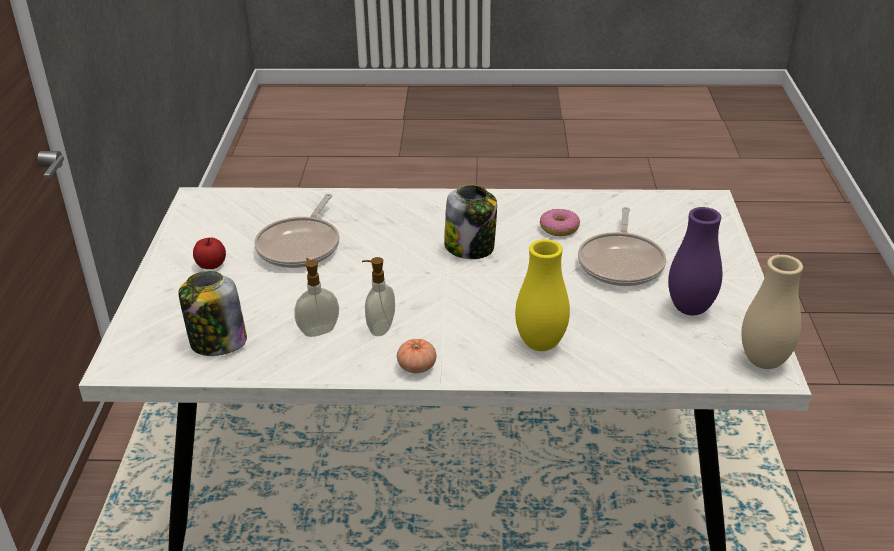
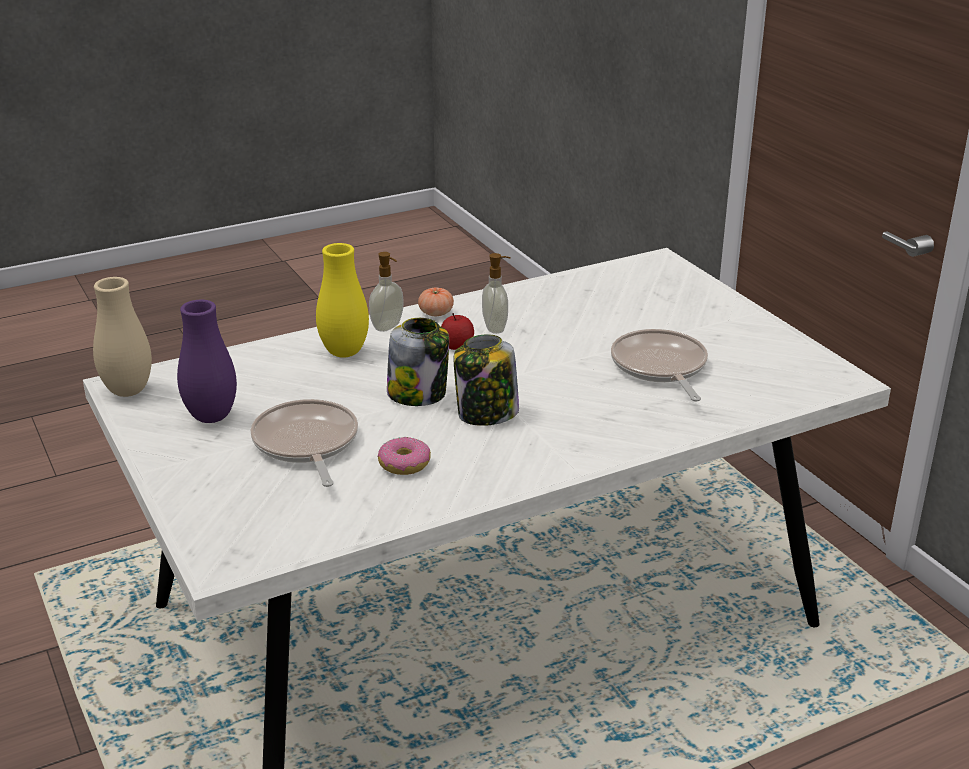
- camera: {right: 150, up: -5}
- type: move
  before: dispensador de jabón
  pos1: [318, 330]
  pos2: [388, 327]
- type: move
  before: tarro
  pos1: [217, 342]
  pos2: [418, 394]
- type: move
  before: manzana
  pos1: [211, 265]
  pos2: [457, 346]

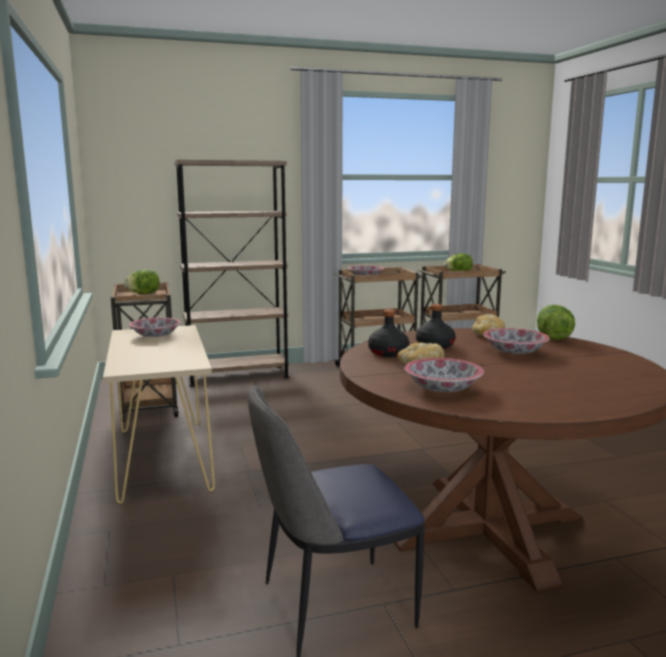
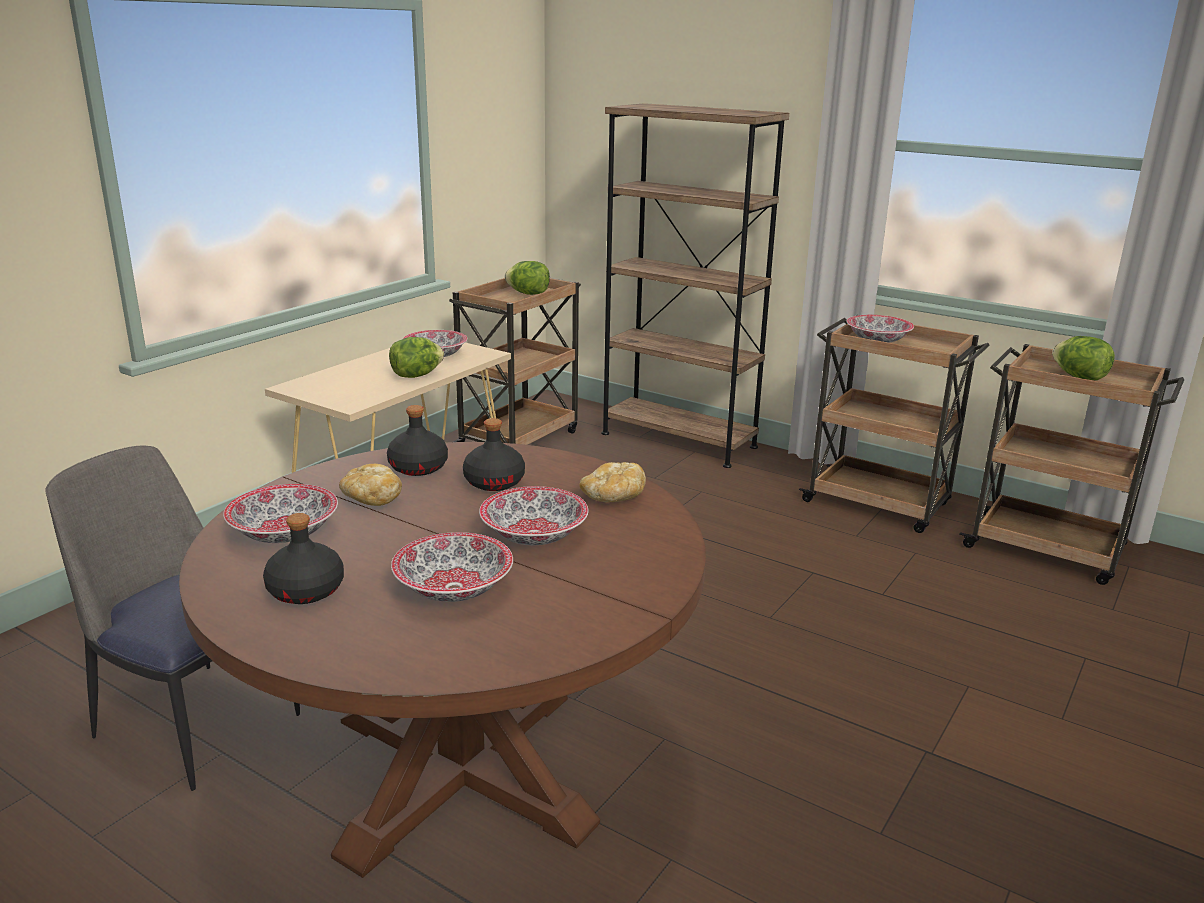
- camera: {right: 50, up: 10}
- type: insert
  after: botella (negro)
  pos2: [305, 591]
- type: move
  before: lechuga
  pos1: [553, 338]
  pos2: [416, 375]
- type: insert
  after: cuenco
  pos2: [455, 589]

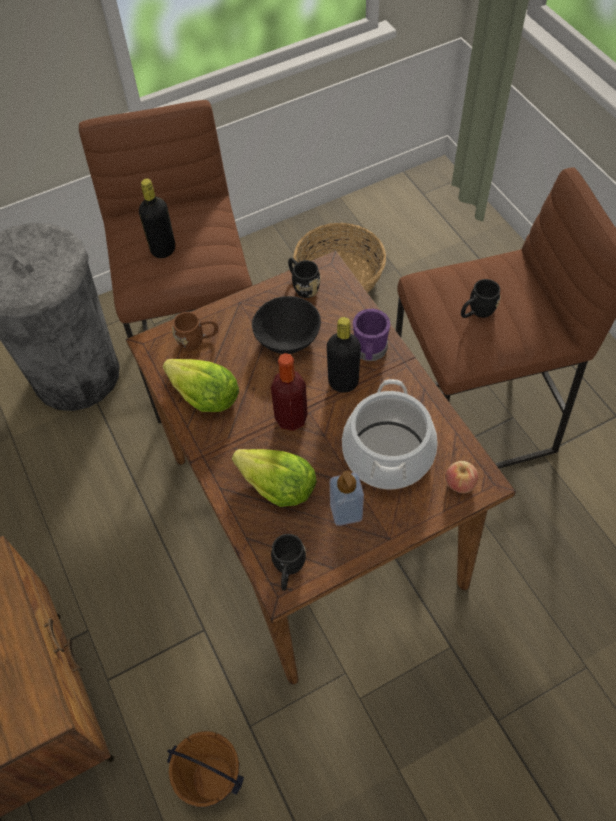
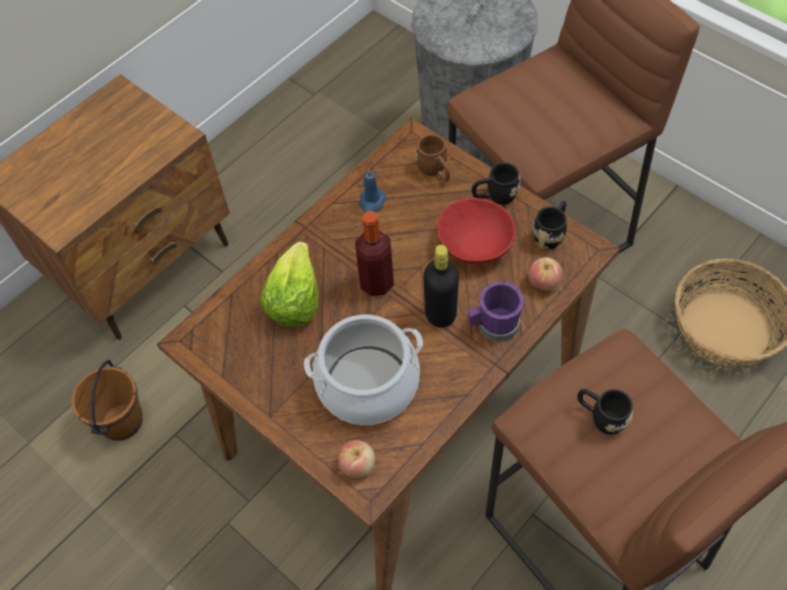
- camera: {right: 70, up: 0}
- type: replace
  before: lechuga
  after: vela (azul)
  pos1: [204, 396]
  pos2: [371, 202]
- type: recolor
  before: cuenco (negro)
  after: cuenco (rojo)
  pos1: [286, 337]
  pos2: [475, 244]
- type: move
  before: taza grande (negro)
  pos1: [288, 570]
  pos2: [495, 197]
- type: insert
  after: manzana
  pos2: [543, 282]
- type: delete
  before: botella (negro)
  pos1: [163, 249]
- type: delete
  before: dispensador de jabón
  pos1: [346, 511]

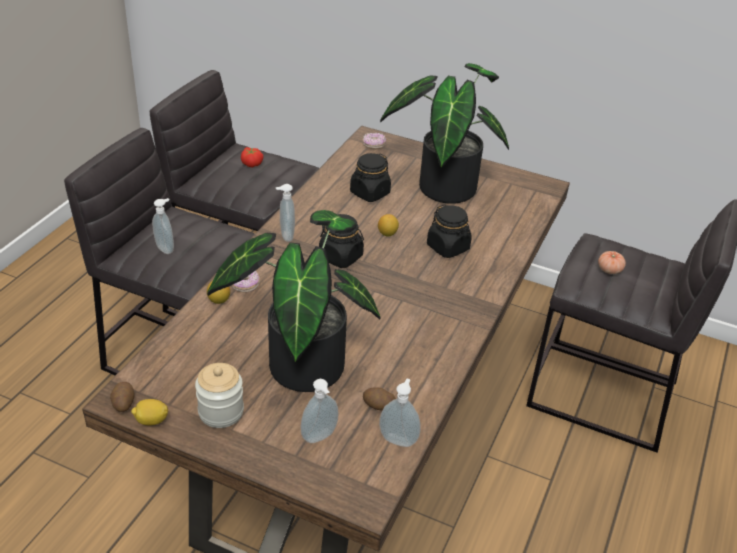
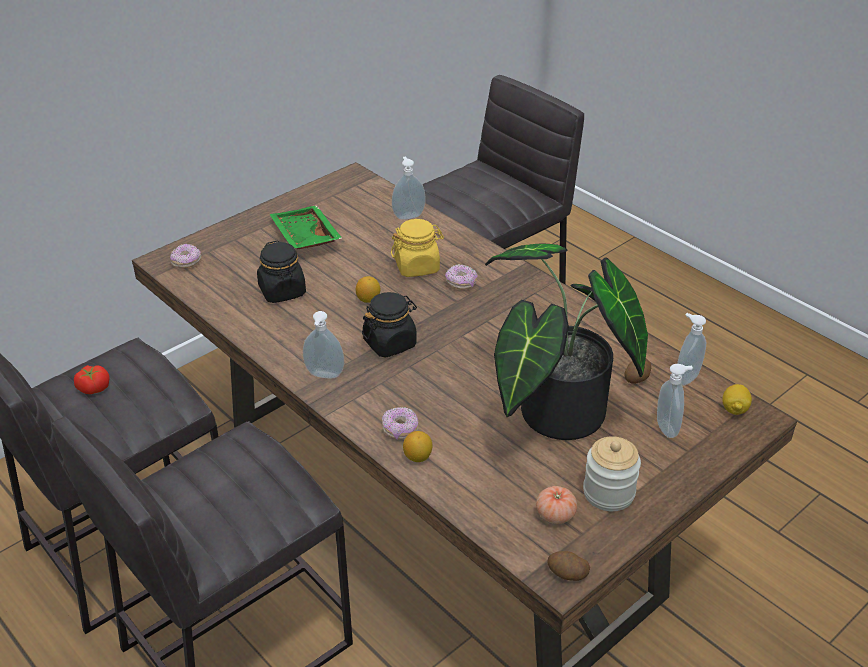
- camera: {right: -65, up: 0}
- type: replace
  before: planta en maceta
  after: bandeja (verde)
  pos1: [443, 185]
  pos2: [304, 237]
- type: recolor
  before: tarro (negro)
  after: tarro (amarillo)
  pos1: [448, 247]
  pos2: [417, 266]
- type: move
  before: dispensador de jabón
  pos1: [166, 248]
  pos2: [408, 215]
- type: insert
  after: rosquilla
  pos2: [461, 283]
- type: move
  before: tomate
  pos1: [609, 270]
  pos2: [555, 514]
- type: move
  before: limón
  pos1: [151, 421]
  pos2: [734, 409]

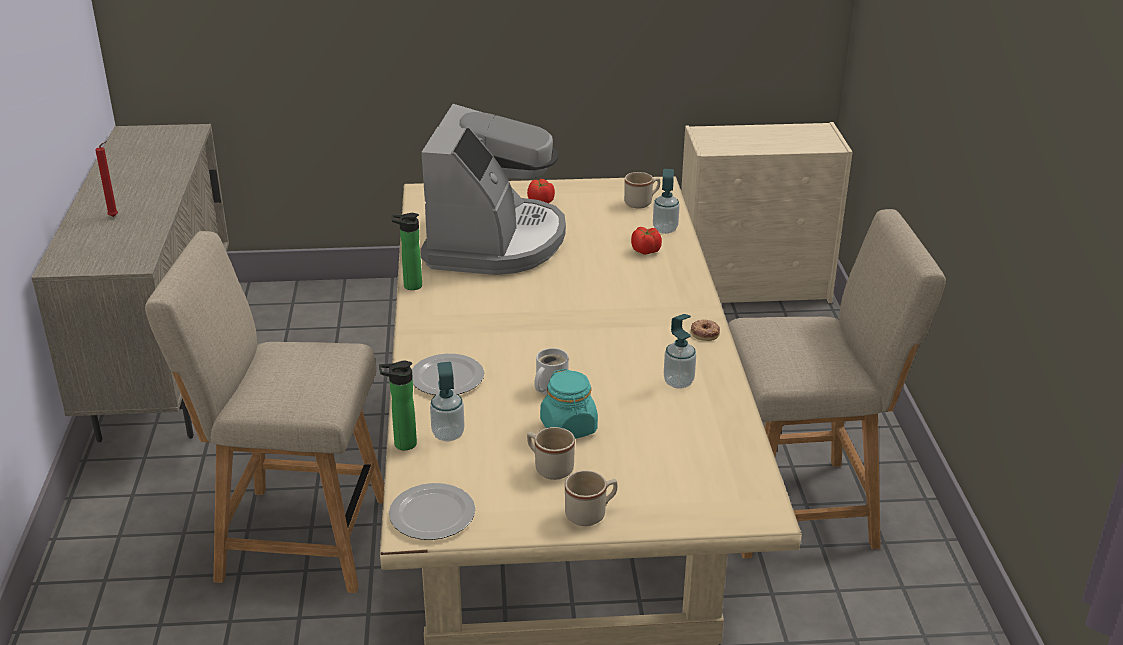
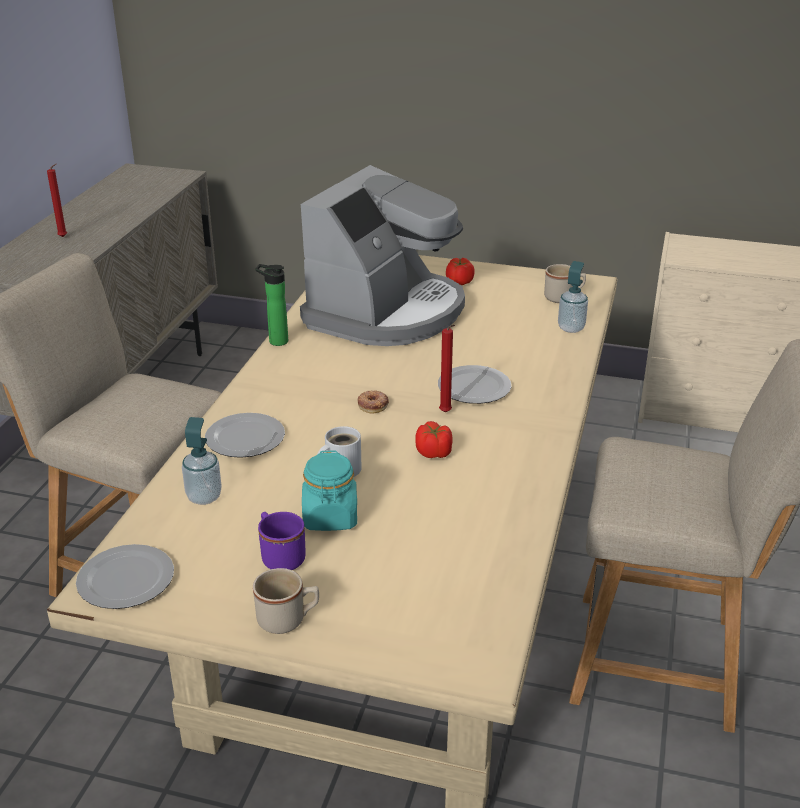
- camera: {right: 20, up: 0}
- type: recolor
  before: taza grande (beis)
  after: taza grande (morado)
  pos1: [549, 467]
  pos2: [280, 556]
- type: move
  before: rosquilla
  pos1: [705, 333]
  pos2: [373, 405]
- type: move
  before: tomate
  pos1: [646, 251]
  pos2: [434, 453]
- type: insert
  after: plato
  pos2: [472, 387]
- type: insert
  after: vela (rojo)
  pos2: [446, 413]
- type: delete
  before: botella
  pos1: [401, 444]
- type: delete
  before: dispensador de jabón
  pos1: [678, 382]

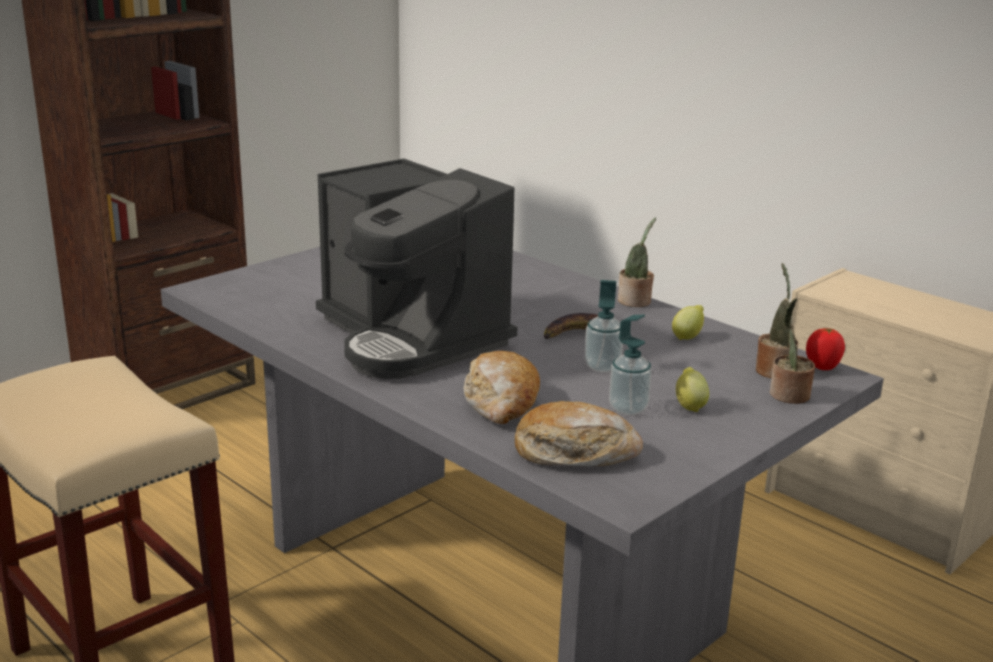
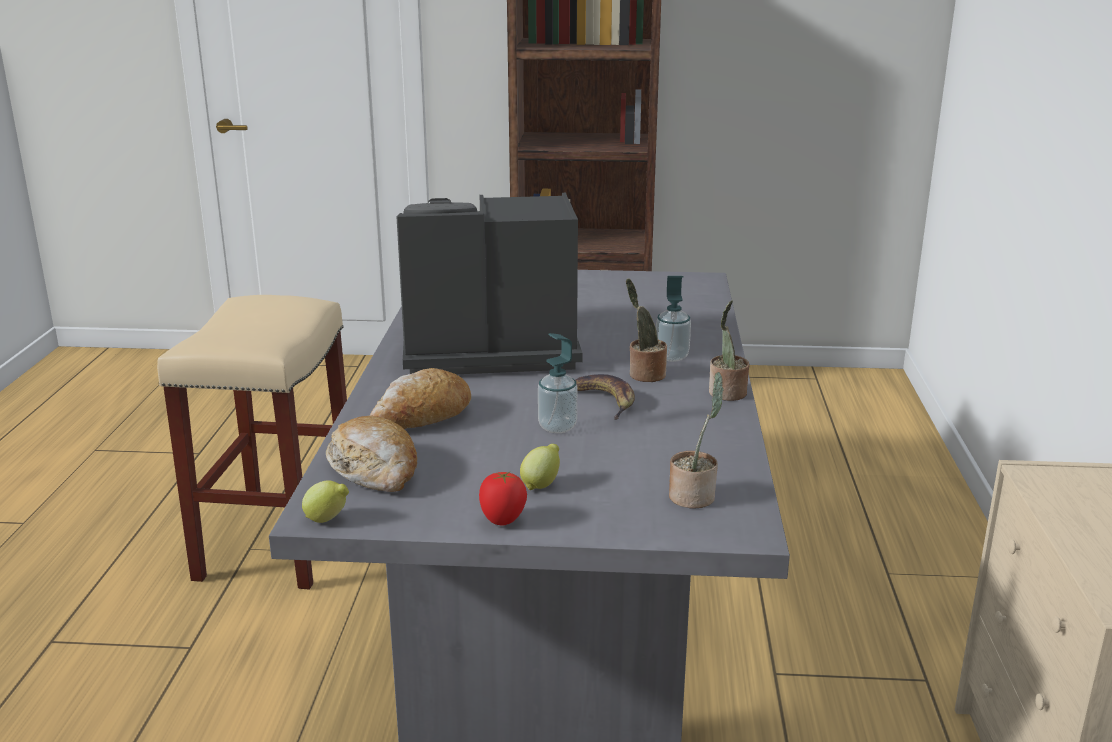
- camera: {right: 50, up: 0}
- type: move
  before: limón
  pos1: [687, 337]
  pos2: [328, 520]
- type: rotate
  before: cafetera
  pos1: [411, 337]
  pos2: [484, 351]
  turn: 75
- type: move
  before: tomate
  pos1: [822, 368]
  pos2: [502, 521]
- type: move
  before: planta en maceta
  pos1: [788, 396]
  pos2: [644, 375]
- type: move
  before: dispensador de jabón
  pos1: [628, 408]
  pos2: [672, 356]

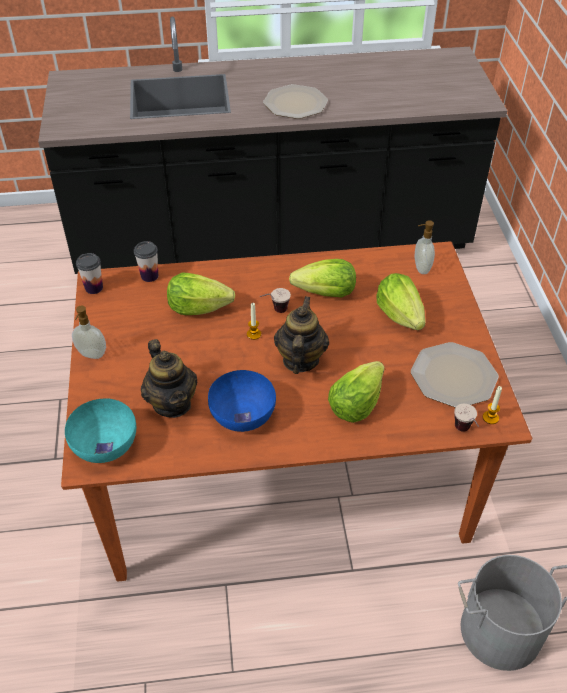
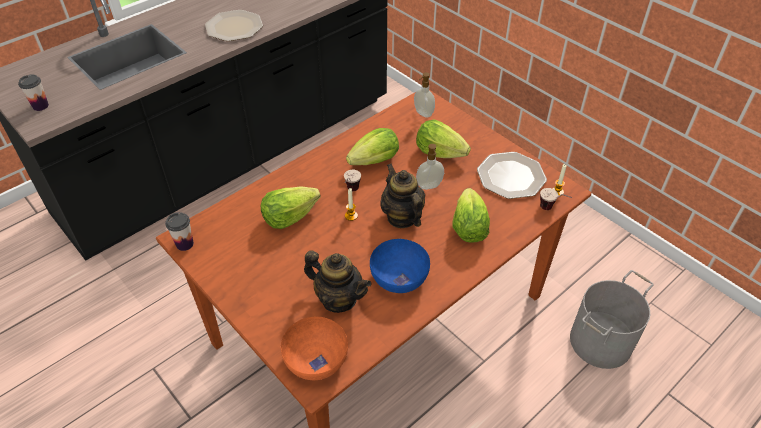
- camera: {right: -35, up: 0}
- type: move
  before: taza
  pos1: [149, 276]
  pos2: [40, 106]
- type: recolor
  before: cuenco (turquesa)
  after: cuenco (naranja)
  pos1: [106, 444]
  pos2: [317, 359]
- type: move
  before: dispensador de jabón
  pos1: [91, 355]
  pos2: [429, 186]

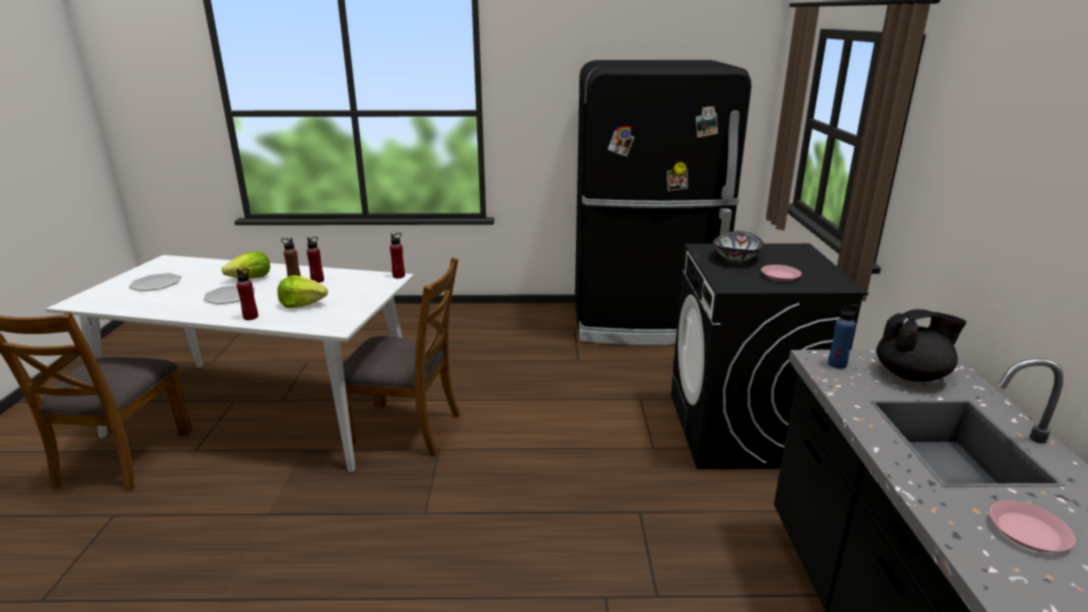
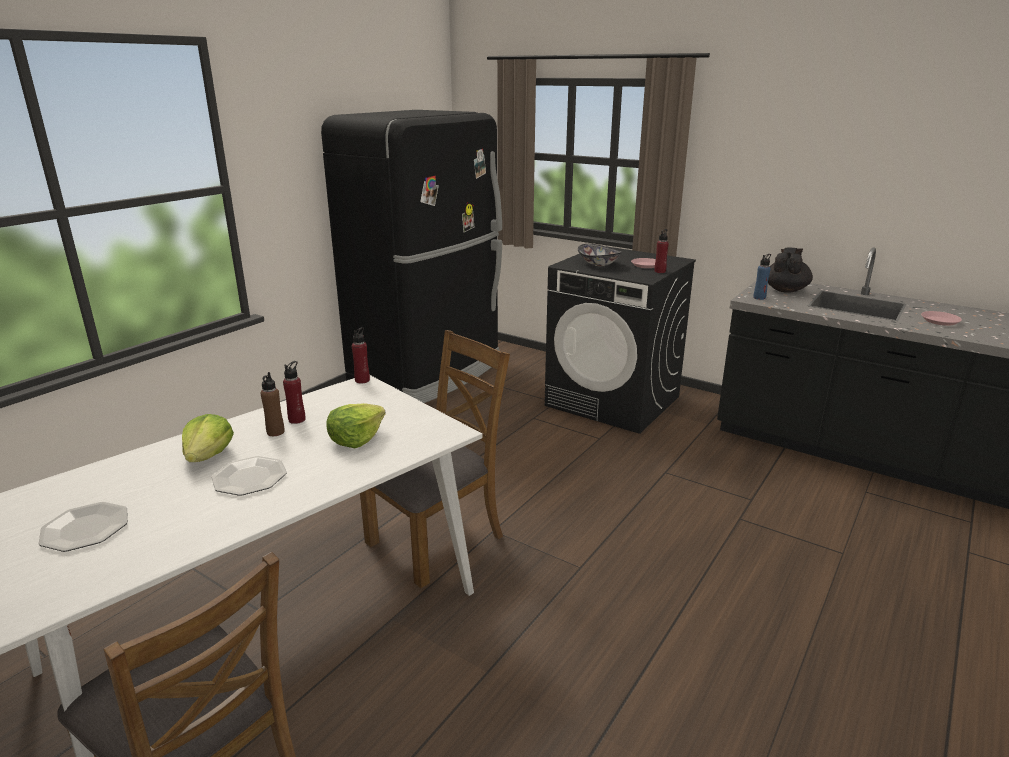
- camera: {right: -55, up: 0}
- type: move
  before: botella (rojo)
  pos1: [251, 317]
  pos2: [660, 271]

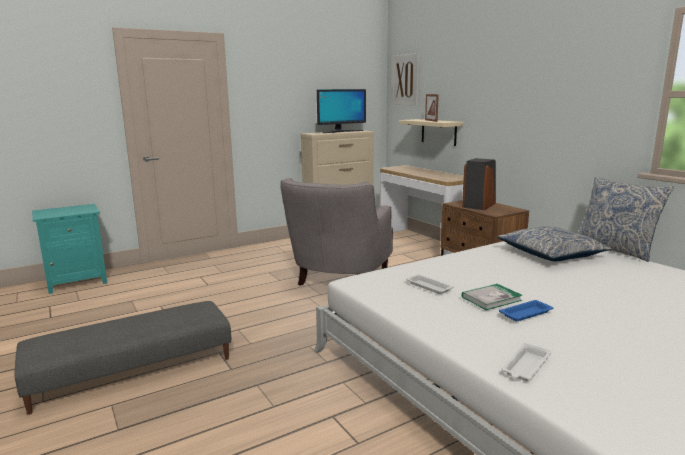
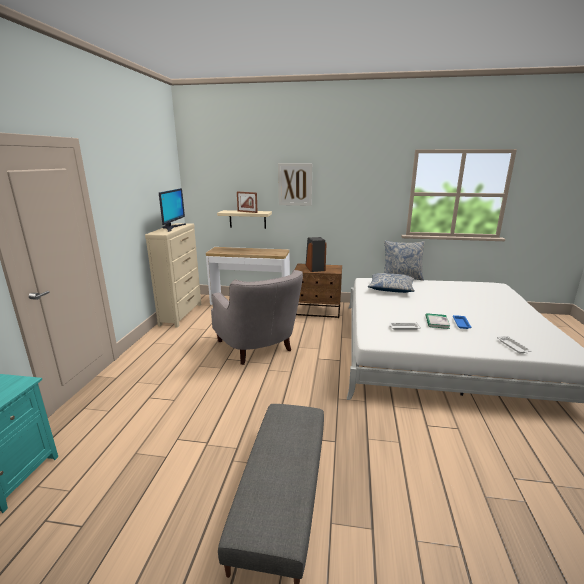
- camera: {right: -50, up: 5}
- type: move
  before: cuadro
  pos1: [405, 80]
  pos2: [295, 184]

